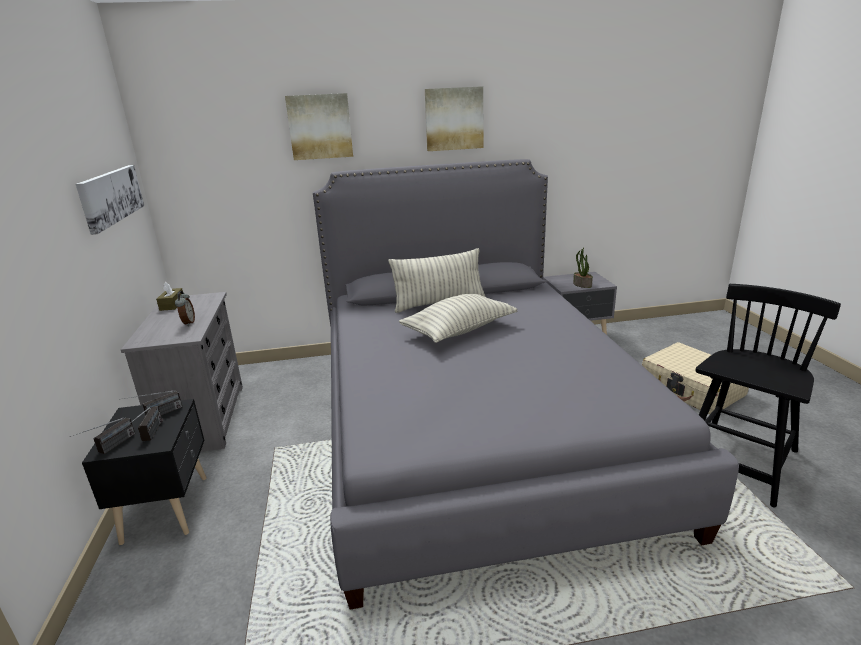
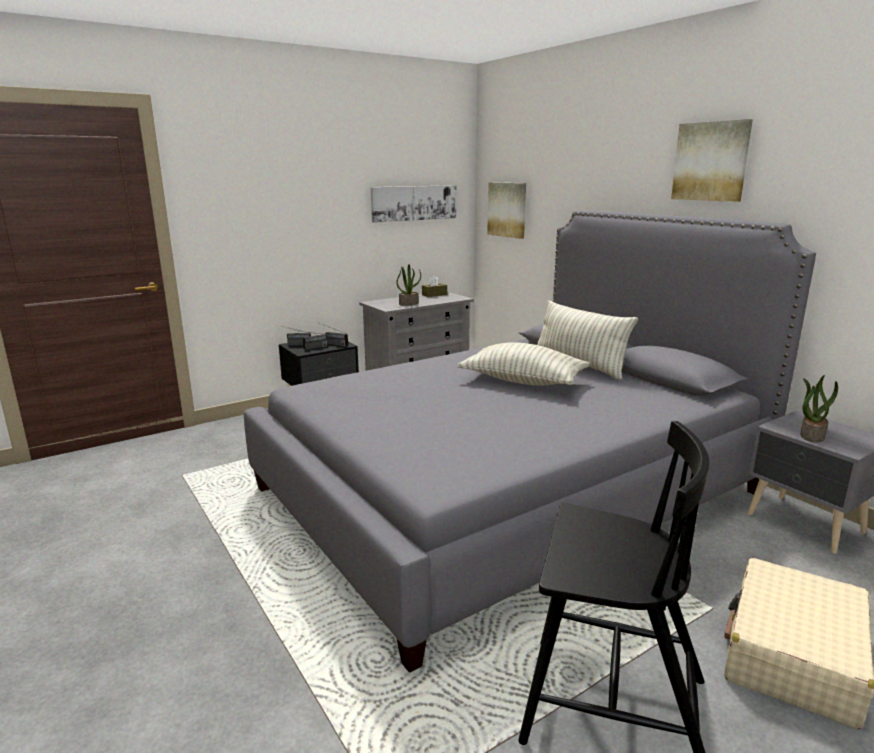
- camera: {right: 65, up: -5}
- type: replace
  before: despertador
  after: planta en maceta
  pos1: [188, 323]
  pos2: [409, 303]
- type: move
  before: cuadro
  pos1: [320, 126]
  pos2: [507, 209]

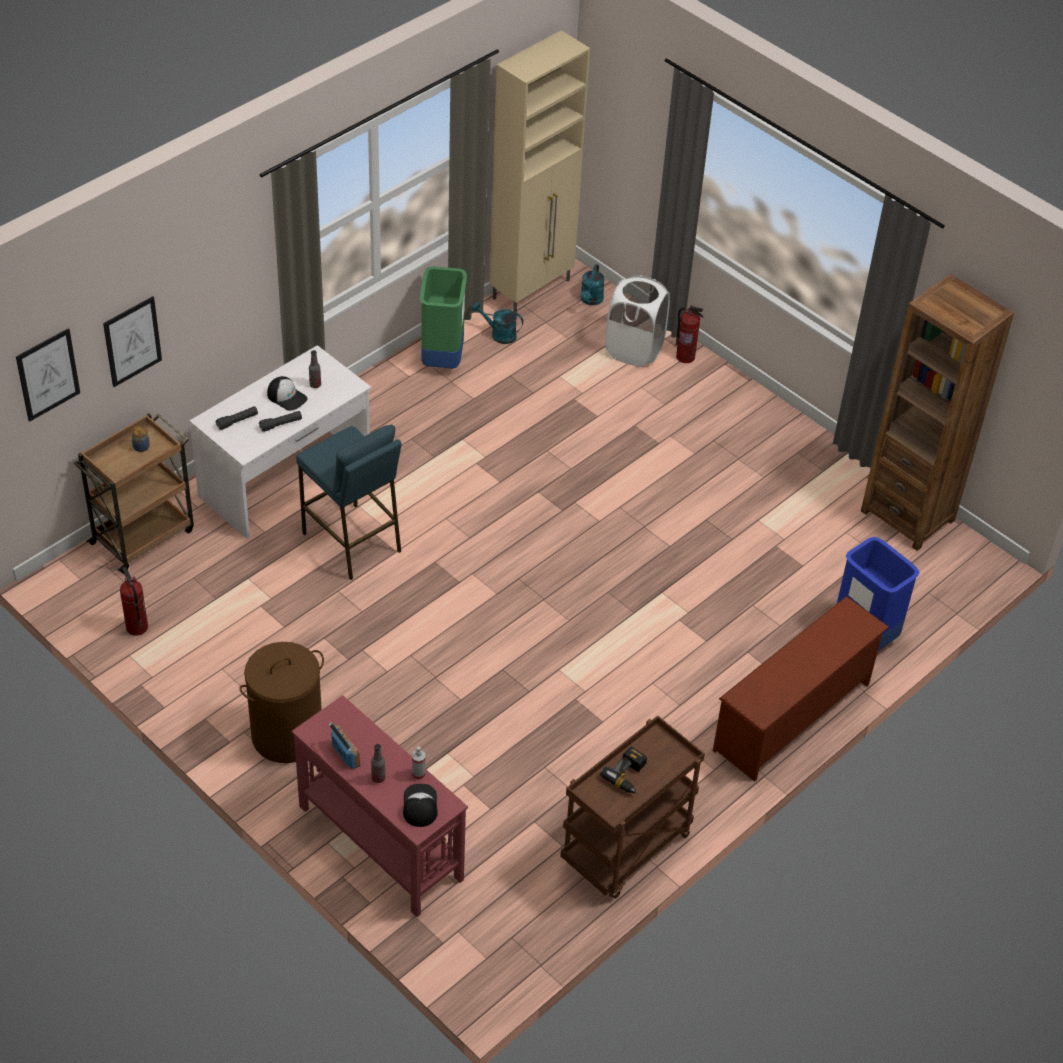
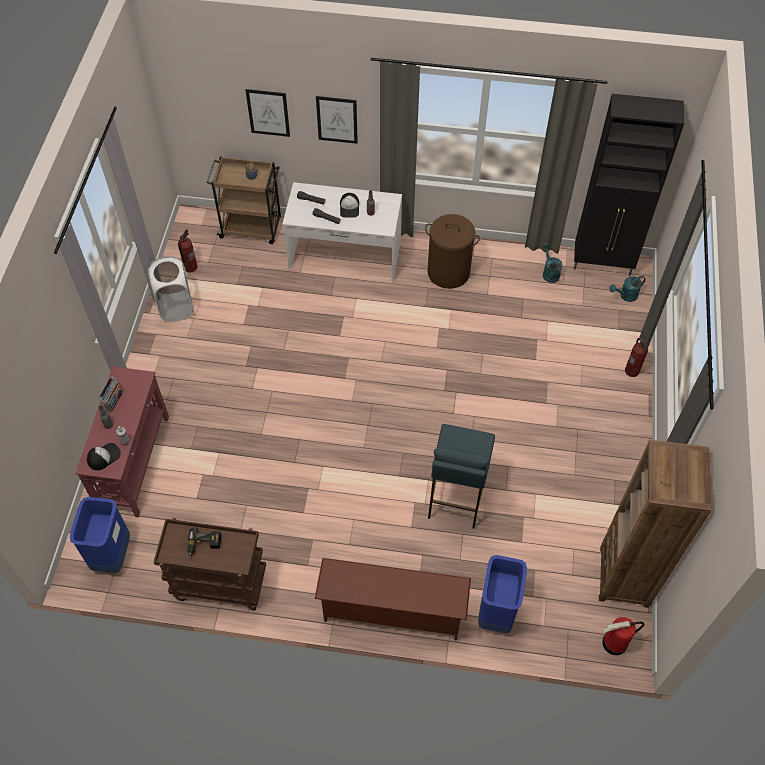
- camera: {right: 55, up: 10}
- type: insert
  after: papelera (azul)
  pos2: [112, 555]
- type: move
  before: cesto de la ropa (blanco)
  pos1: [634, 350]
  pos2: [176, 307]
- type: move
  before: cuadro
  pos1: [48, 374]
  pos2: [337, 119]
- type: move
  before: cesto de la ropa (marrón)
  pos1: [287, 735]
  pos2: [448, 272]
- type: move
  before: taburete (azul)
  pos1: [352, 542]
  pos2: [456, 497]
- type: recolor
  before: armario (beis)
  after: armario (negro)
  pos1: [532, 289]
  pos2: [603, 264]
- type: insert
  after: extintor
  pos2: [614, 643]
- type: delete
  before: papelera (verde)
  pos1: [443, 359]

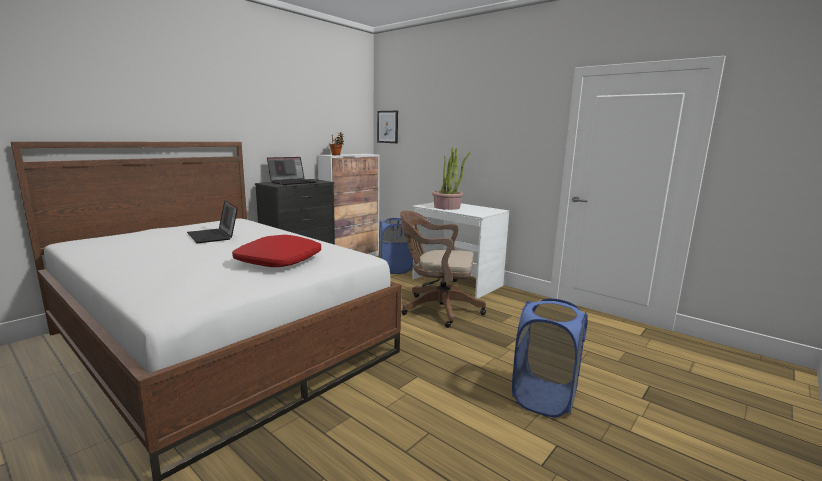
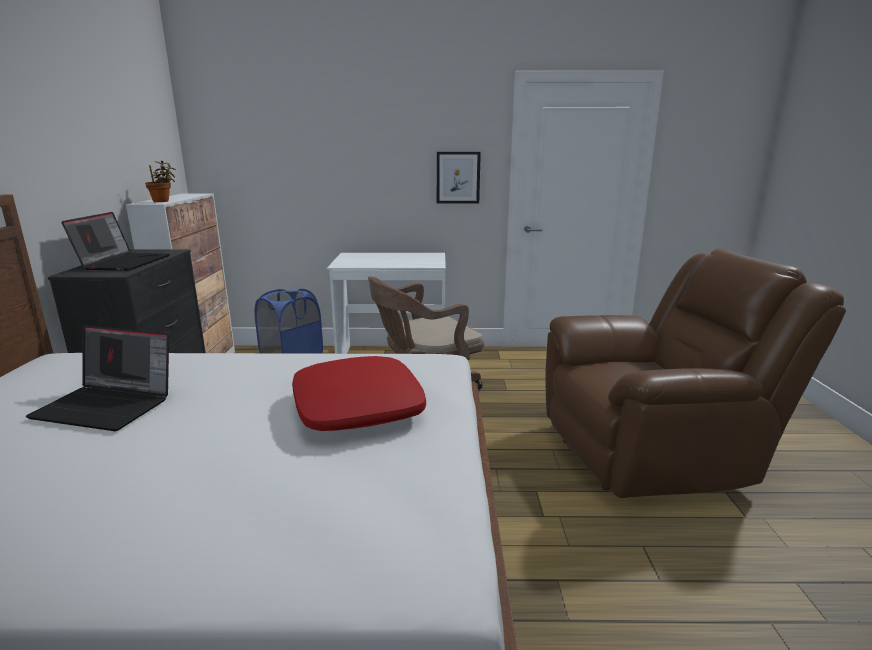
- camera: {right: -40, up: 5}
- type: move
  before: cuadro
  pos1: [387, 127]
  pos2: [458, 177]
- type: replace
  before: cesto de la ropa (azul)
  after: sillón (marrón)
  pos1: [544, 397]
  pos2: [654, 452]
- type: delete
  before: planta en maceta
  pos1: [447, 207]

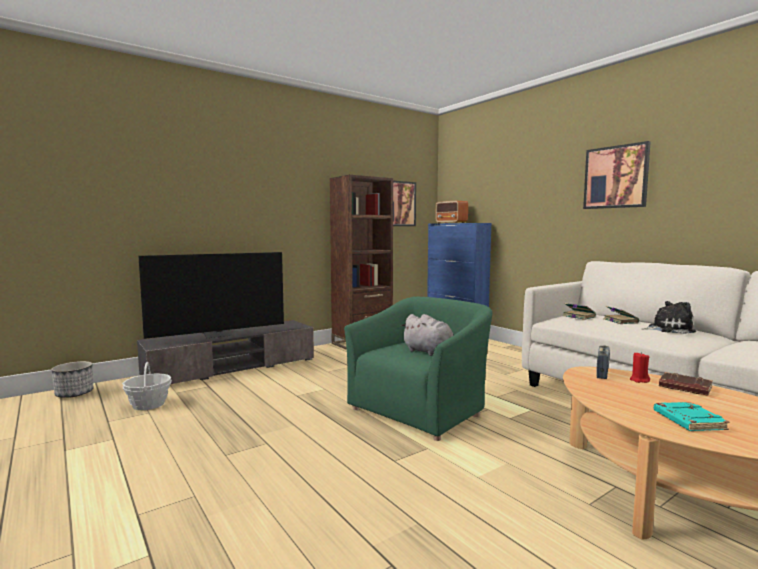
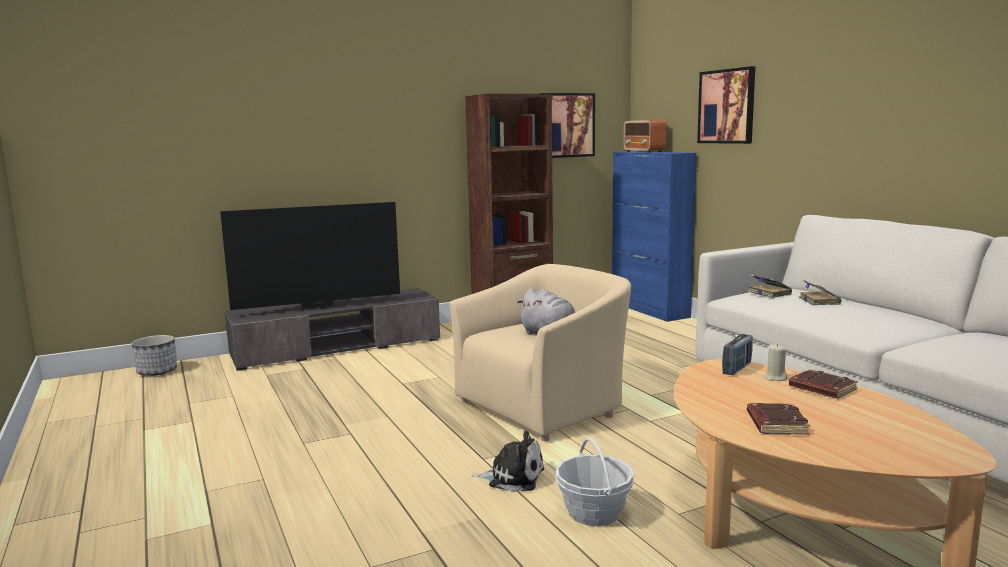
- camera: {right: 10, up: 5}
- type: recolor
  before: sillón (verde)
  after: sillón (beis)
  pos1: [420, 409]
  pos2: [543, 406]
- type: move
  before: peluche
  pos1: [668, 329]
  pos2: [512, 477]
- type: move
  before: cesta
  pos1: [148, 404]
  pos2: [594, 512]
- type: move
  before: cuadro
  pos1: [616, 177]
  pos2: [726, 106]
- type: recolor
  before: libro (turquesa)
  after: libro (marrón)
  pos1: [687, 421]
  pos2: [775, 424]
- type: recolor
  before: vela (rojo)
  after: vela (beis)
  pos1: [639, 380]
  pos2: [775, 378]

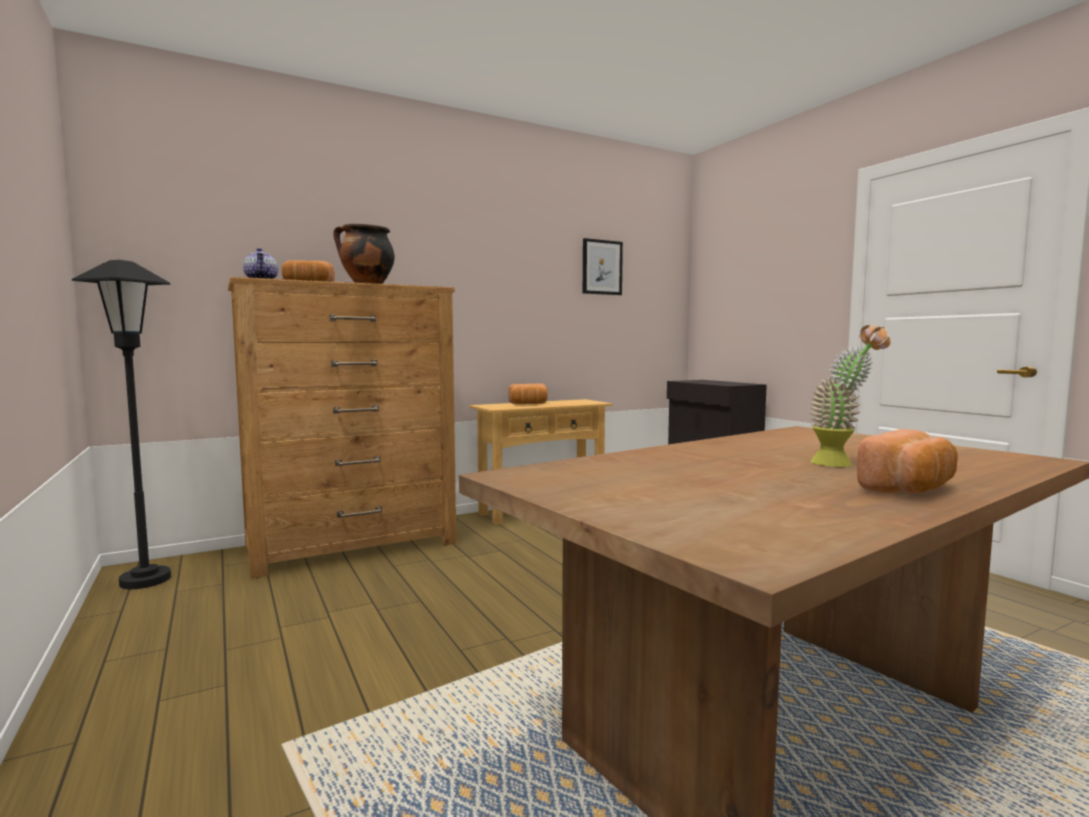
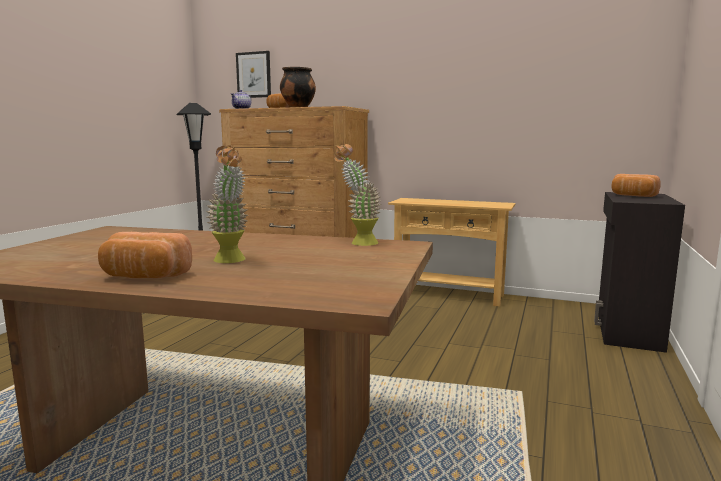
- camera: {right: 50, up: 5}
- type: move
  before: cuadro
  pos1: [602, 267]
  pos2: [253, 75]
- type: insert
  after: planta en maceta
  pos2: [357, 243]
- type: move
  before: pan
  pos1: [528, 404]
  pos2: [632, 196]

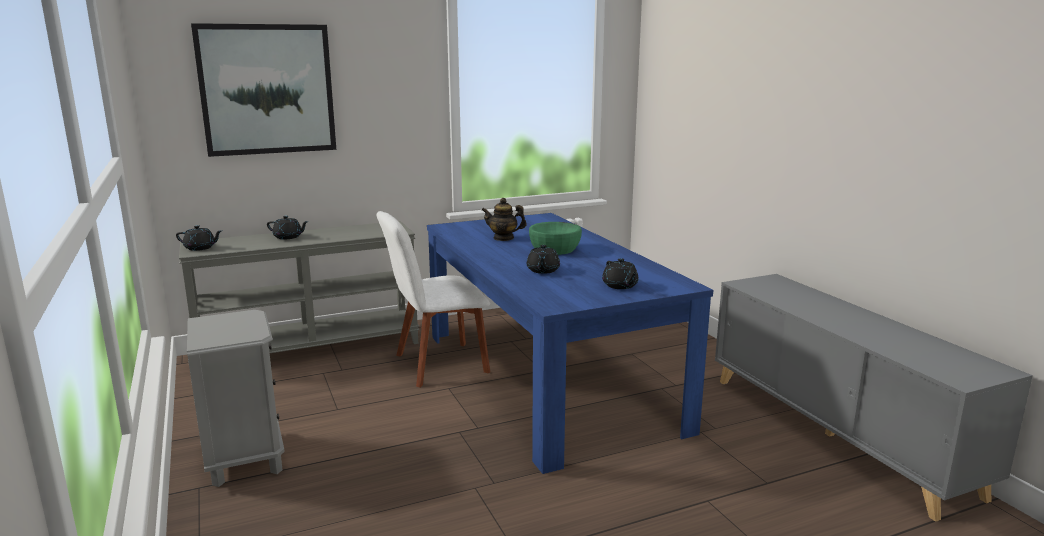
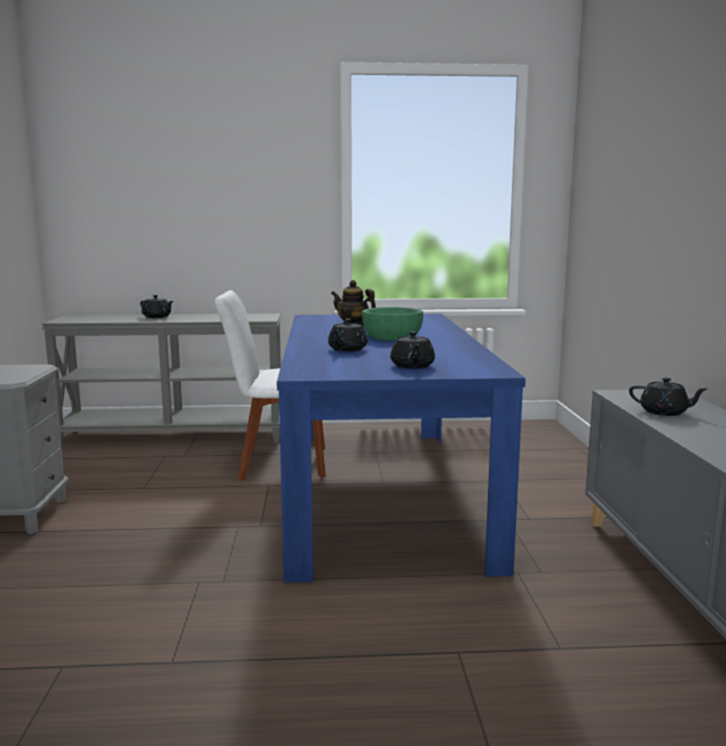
- camera: {right: 20, up: -5}
- type: move
  before: tetera (negro)
  pos1: [200, 248]
  pos2: [664, 412]
- type: delete
  before: cuadro
  pos1: [267, 89]

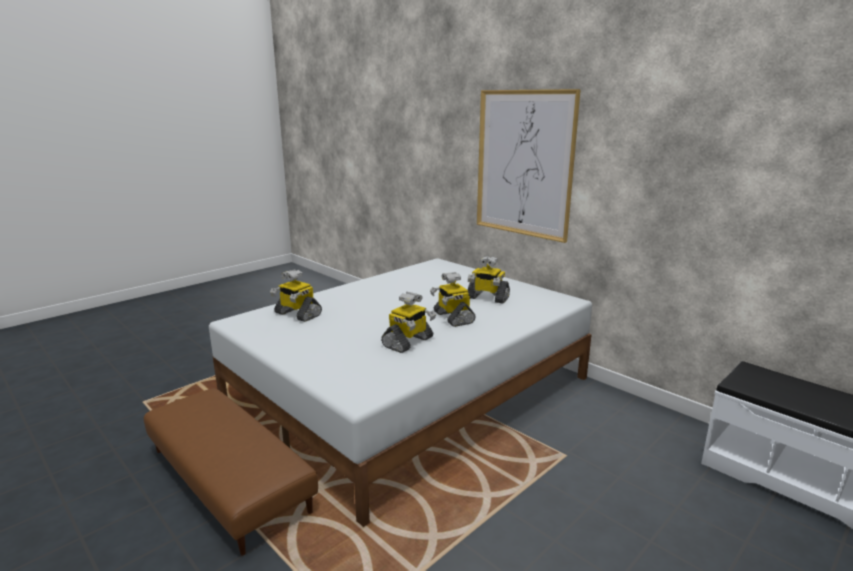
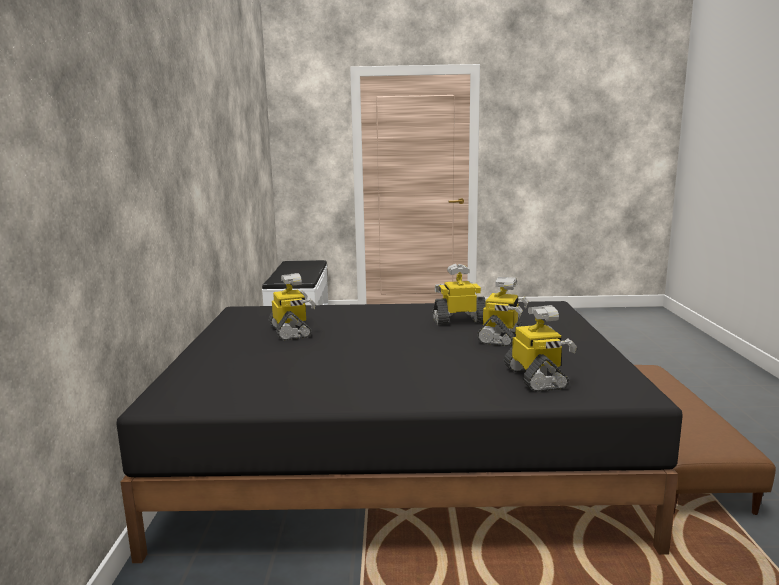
- camera: {right: -135, up: -5}
- type: recolor
  before: cama (blanco)
  after: cama (negro)
  pos1: [411, 390]
  pos2: [397, 456]
- type: move
  before: robot de juguete
  pos1: [452, 317]
  pos2: [501, 337]
- type: delete
  before: cuadro
  pos1: [524, 164]

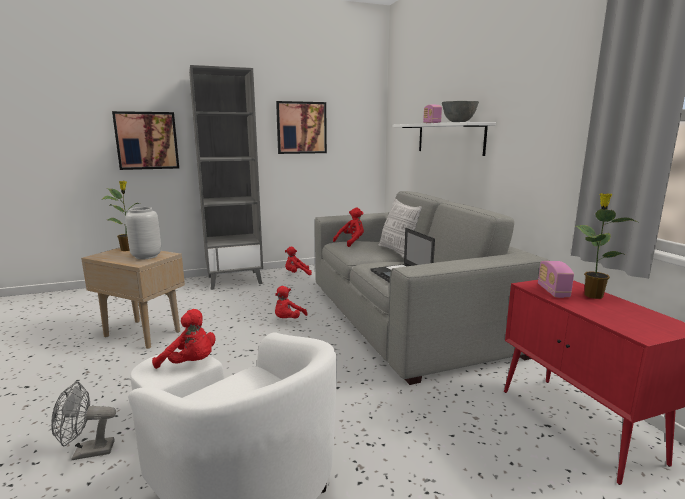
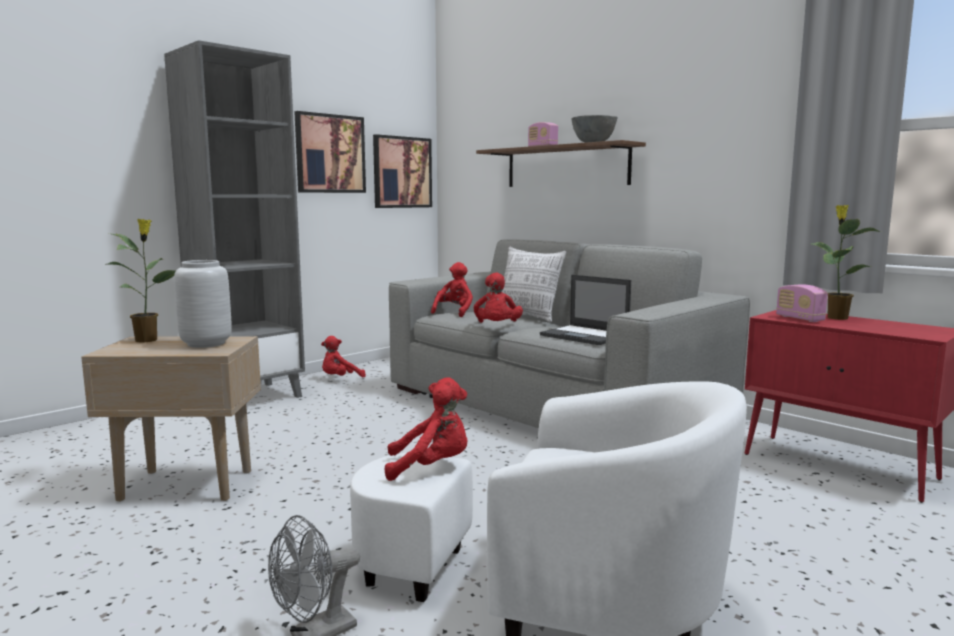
- camera: {right: -25, up: -5}
- type: move
  before: cuadro
  pos1: [147, 140]
  pos2: [402, 172]
- type: move
  before: peluche (rojo)
  pos1: [288, 320]
  pos2: [497, 327]
- type: recolor
  before: estante (blanco)
  after: estante (marrón)
  pos1: [449, 138]
  pos2: [566, 166]

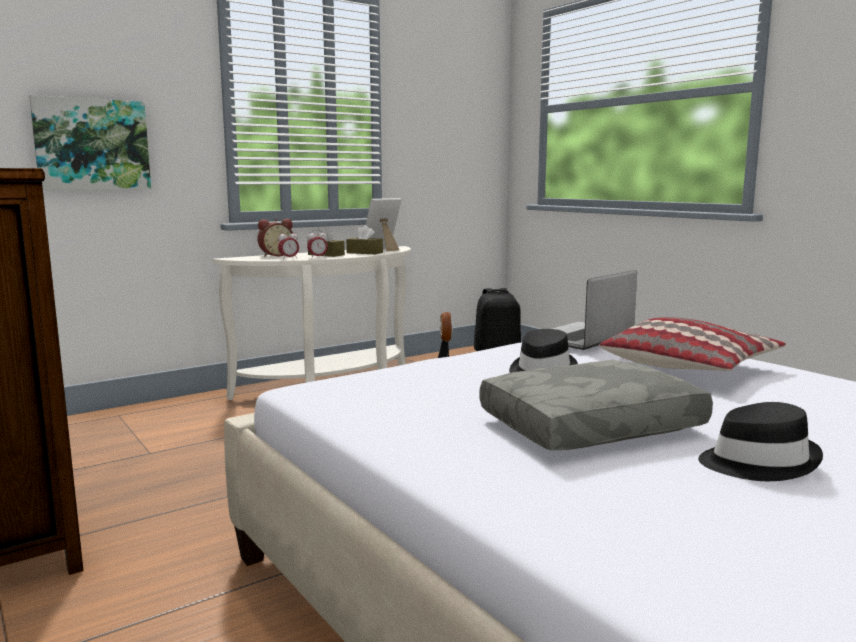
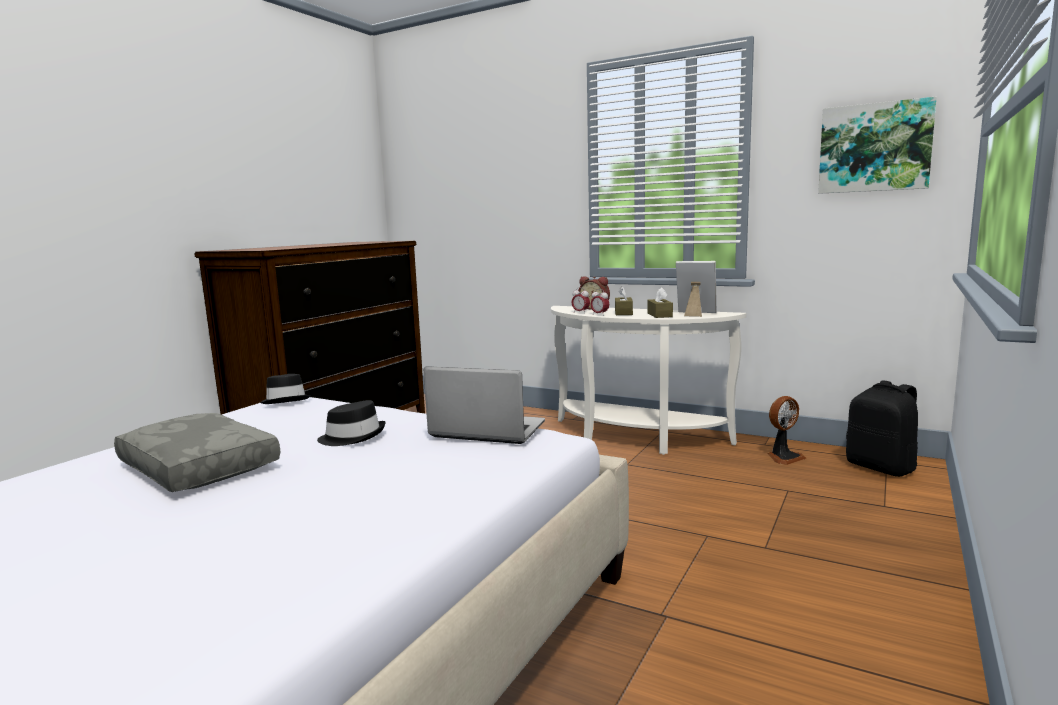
- camera: {right: 65, up: 0}
- type: move
  before: sombrero (negro)
  pos1: [757, 462]
  pos2: [286, 400]
- type: move
  before: cuadro
  pos1: [92, 144]
  pos2: [874, 148]
- type: delete
  before: cojín
  pos1: [691, 366]

